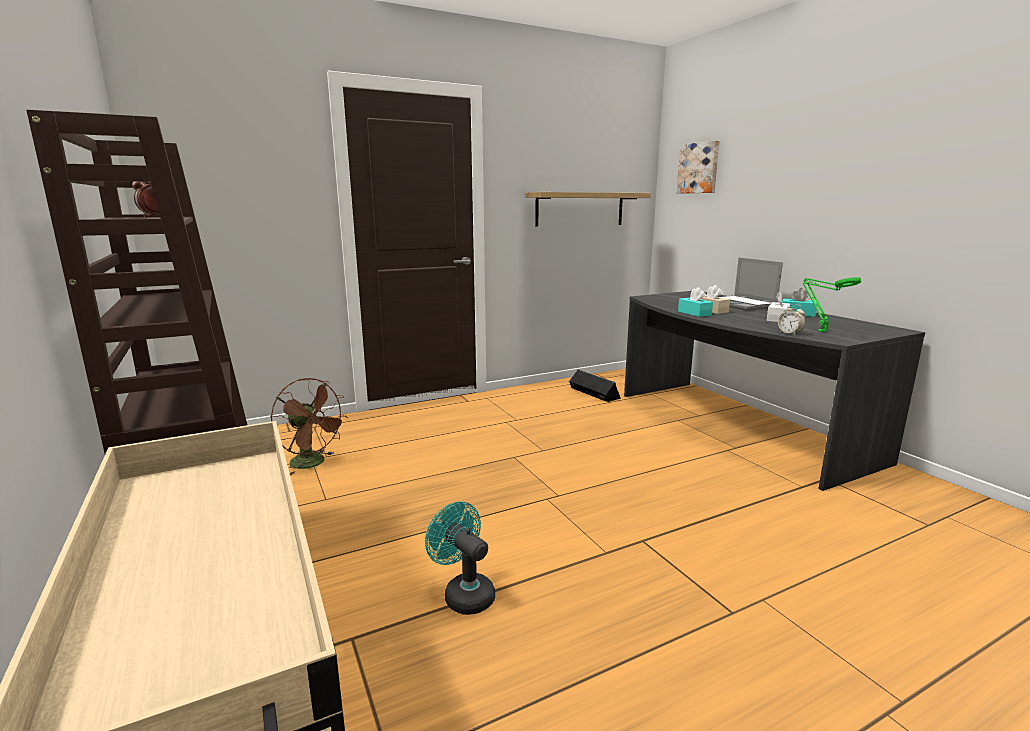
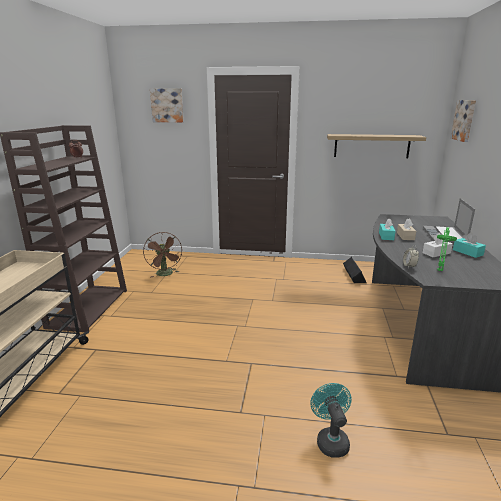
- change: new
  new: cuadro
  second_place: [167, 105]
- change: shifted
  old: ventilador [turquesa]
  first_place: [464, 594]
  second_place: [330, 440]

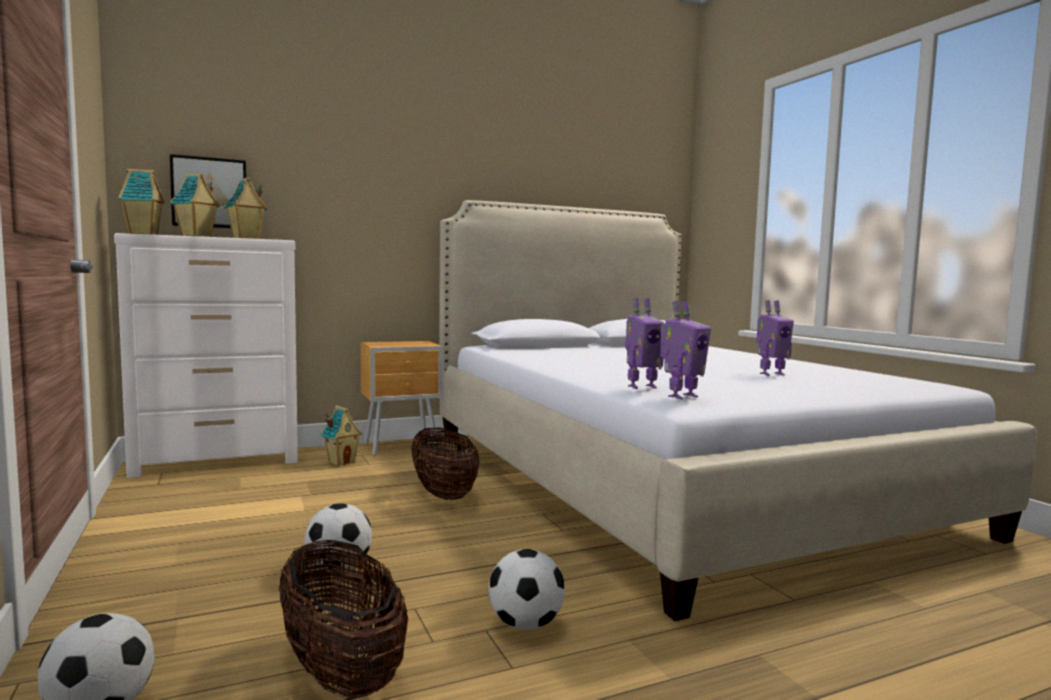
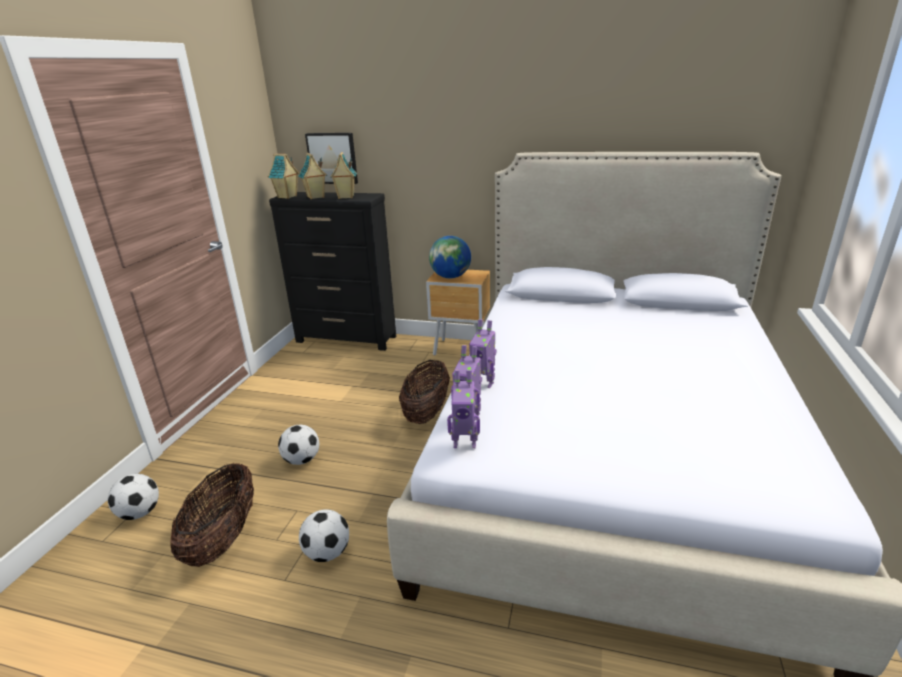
- change: repainted
  old: cómoda [blanco]
  new: cómoda [negro]
  first_place: [218, 463]
  second_place: [347, 339]
- change: new
  new: globo terráqueo
  second_place: [450, 277]
- change: shifted
  old: robot de juguete
  first_place: [771, 374]
  second_place: [483, 383]
- change: gone
  old: casita
  first_place: [341, 462]

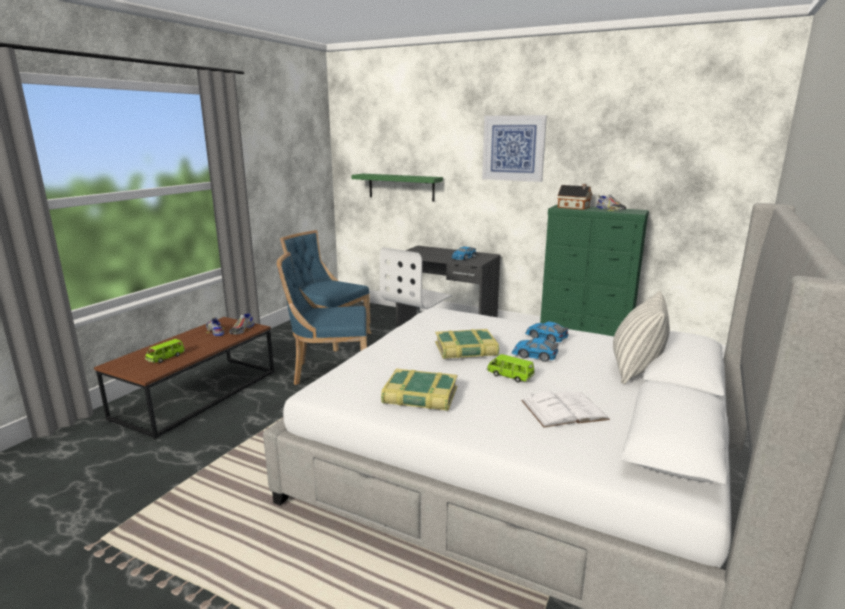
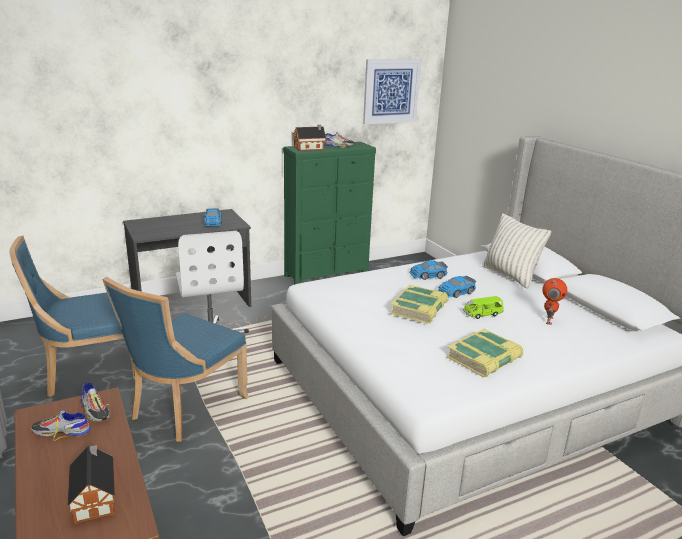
- change: swapped
  old: coche de juguete [verde]
  new: casita
  first_place: [166, 358]
  second_place: [95, 497]
- change: shifted
  old: cuadro
  first_place: [513, 148]
  second_place: [391, 91]
- change: swapped
  old: libro [blanco]
  new: robot de juguete
  first_place: [564, 410]
  second_place: [548, 320]
- change: gone
  old: estante [verde]
  first_place: [401, 187]

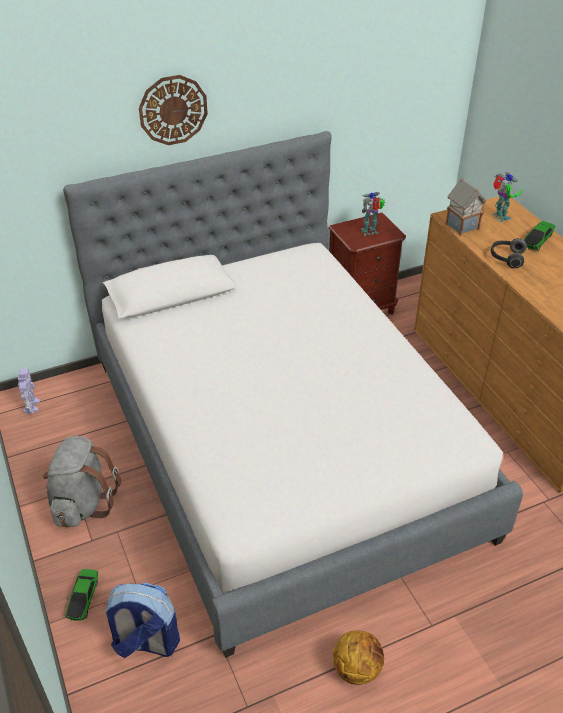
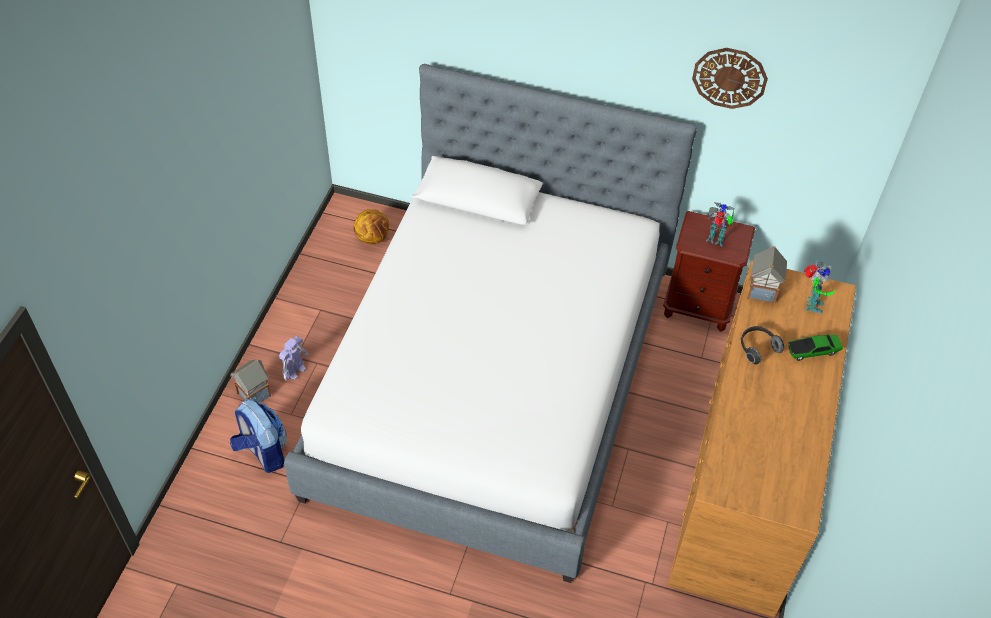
- change: swapped
  old: coche de juguete
  new: casita
  first_place: [83, 598]
  second_place: [254, 394]
- change: shifted
  old: robot de juguete
  first_place: [31, 405]
  second_place: [295, 370]
- change: shifted
  old: balón de baloncesto
  first_place: [357, 668]
  second_place: [373, 238]
- change: shifted
  old: reloj de pared
  first_place: [173, 110]
  second_place: [729, 77]
- change: gone
  old: mochila [gris]
  first_place: [83, 503]

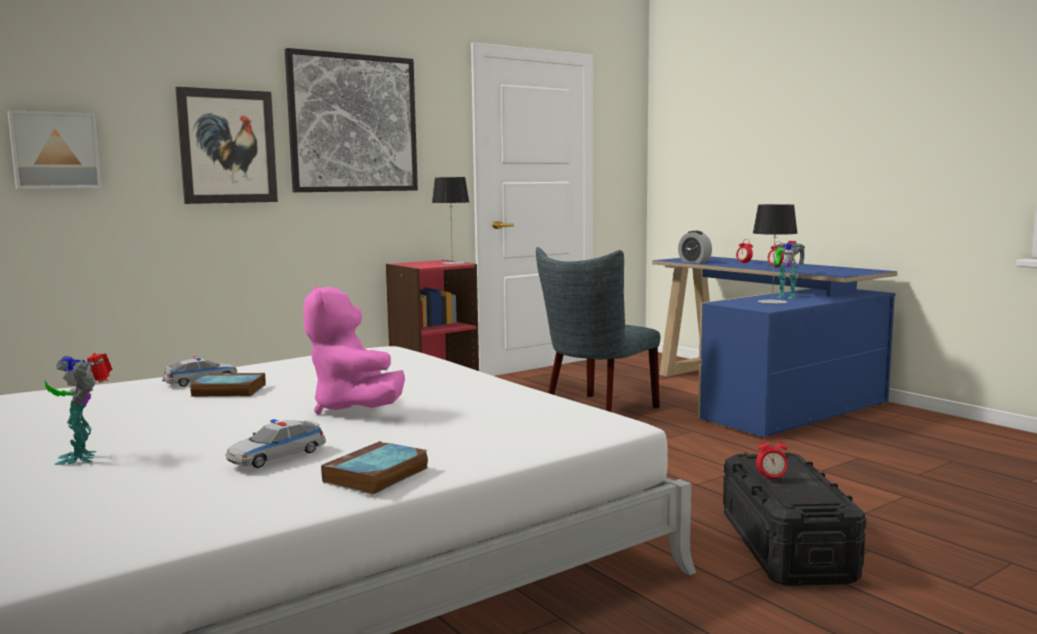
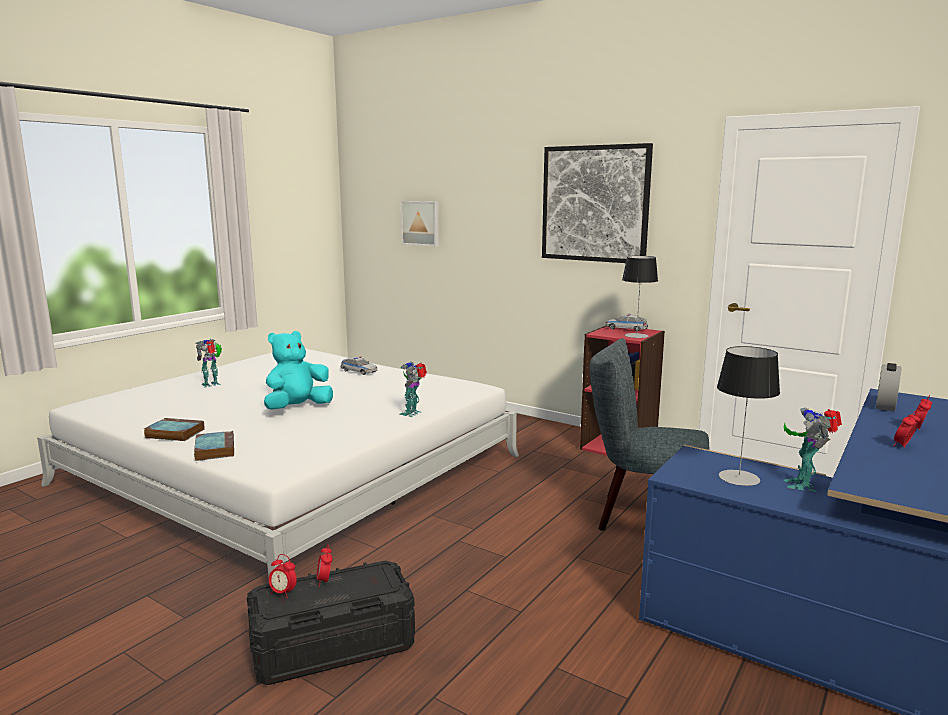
- change: shifted
  old: libro
  first_place: [227, 391]
  second_place: [214, 449]
- change: repainted
  old: peluche [rosa]
  new: peluche [turquesa]
  first_place: [354, 409]
  second_place: [297, 408]
- change: new
  new: despertador
  second_place: [283, 593]
- change: new
  new: robot de juguete
  second_place: [412, 413]
- change: shifted
  old: coche de juguete
  first_place: [277, 456]
  second_place: [626, 329]
- change: gone
  old: cuadro
  first_place: [227, 146]

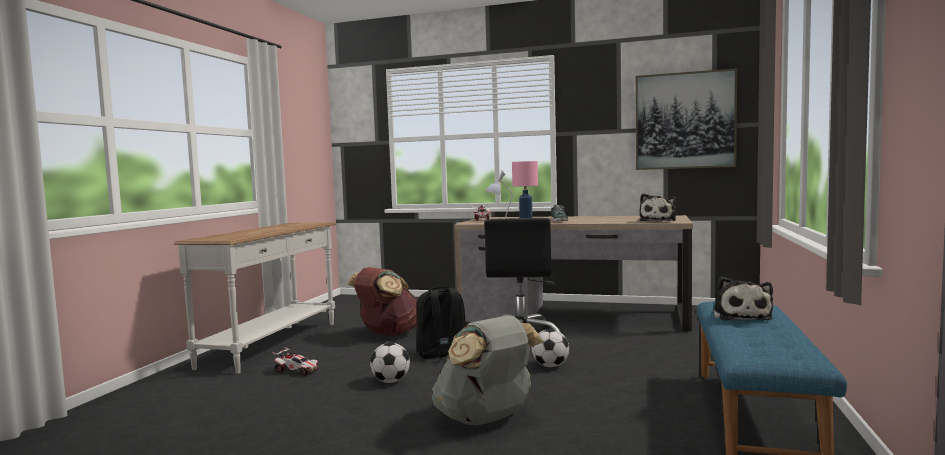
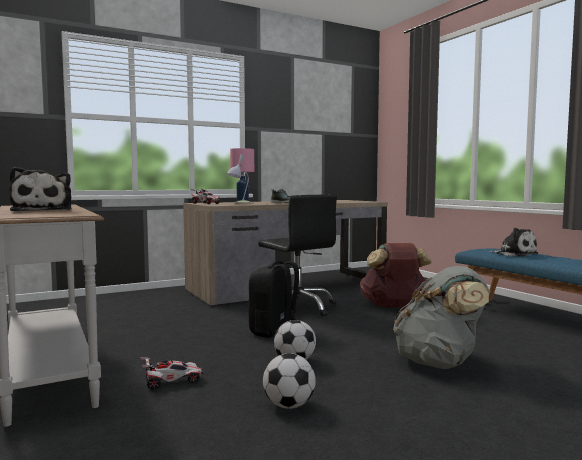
- change: shifted
  old: peluche
  first_place: [658, 220]
  second_place: [44, 210]
- change: shifted
  old: balón de fútbol
  first_place: [550, 366]
  second_place: [289, 405]
- change: shifted
  old: mochila [marrón]
  first_place: [388, 334]
  second_place: [393, 307]
- change: gone
  old: cuadro
  first_place: [684, 121]

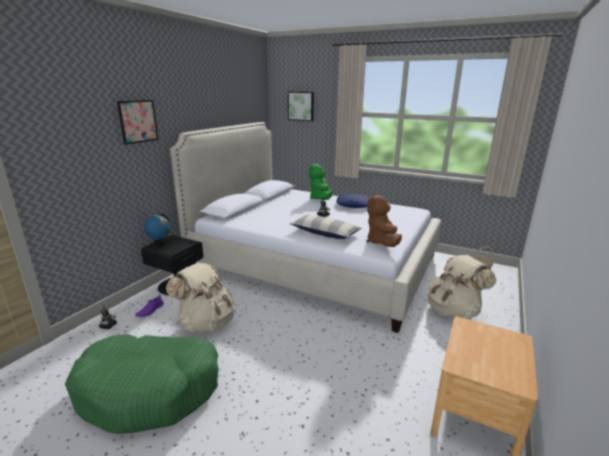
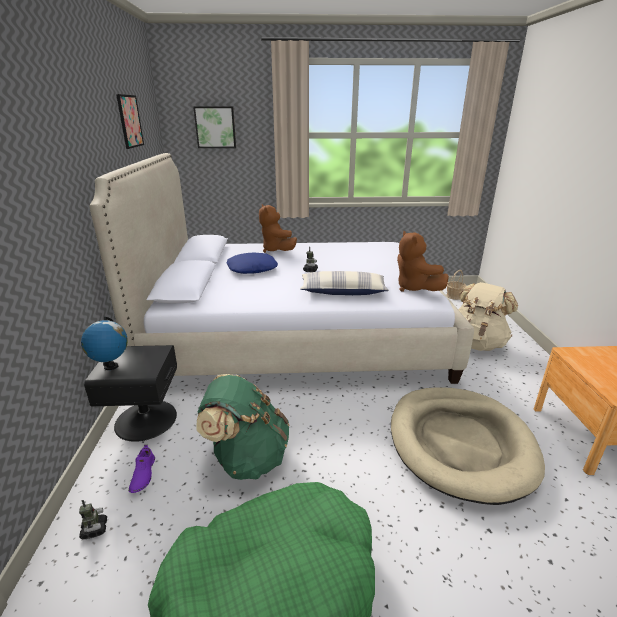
- change: shifted
  old: cuadro
  first_place: [138, 121]
  second_place: [130, 121]
- change: repainted
  old: mochila [beis]
  new: mochila [verde]
  first_place: [206, 323]
  second_place: [247, 457]
- change: shifted
  old: cojín [azul]
  first_place: [353, 205]
  second_place: [252, 268]
- change: repainted
  old: peluche [verde]
  new: peluche [marrón]
  first_place: [321, 199]
  second_place: [277, 250]
- change: new
  new: cama para perro [beis]
  second_place: [460, 444]

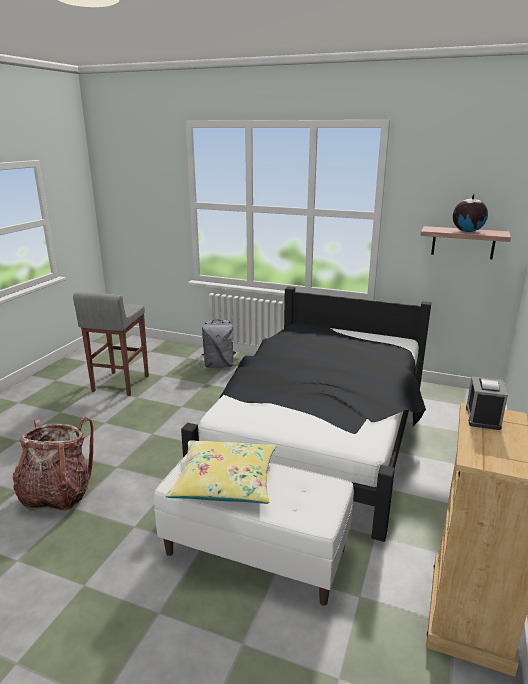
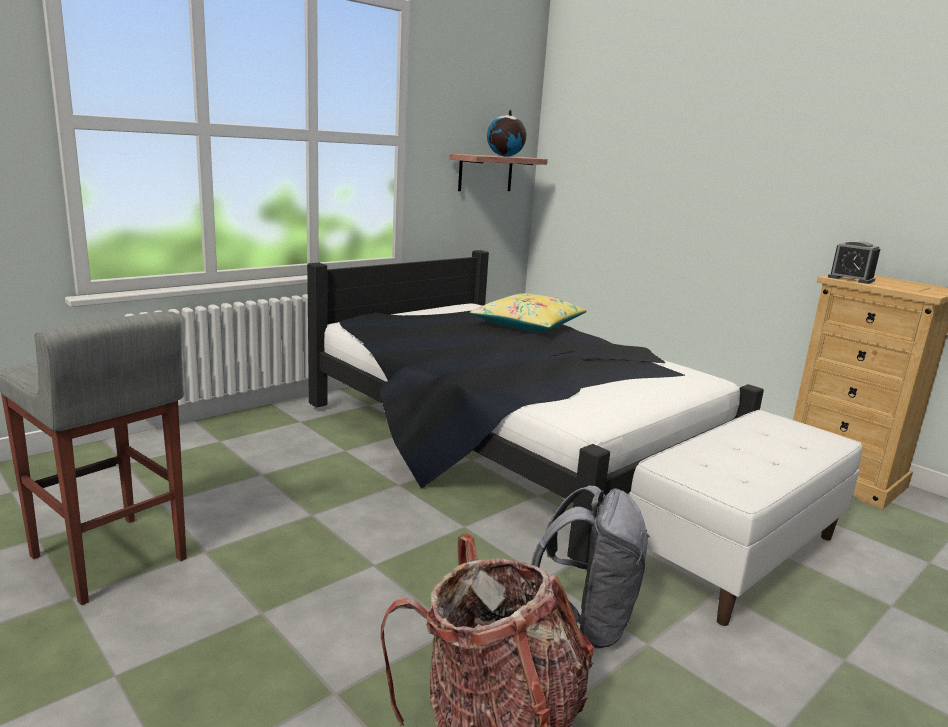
- change: shifted
  old: cojín [amarillo]
  first_place: [225, 481]
  second_place: [528, 325]
- change: shifted
  old: mochila [gris]
  first_place: [219, 365]
  second_place: [586, 622]

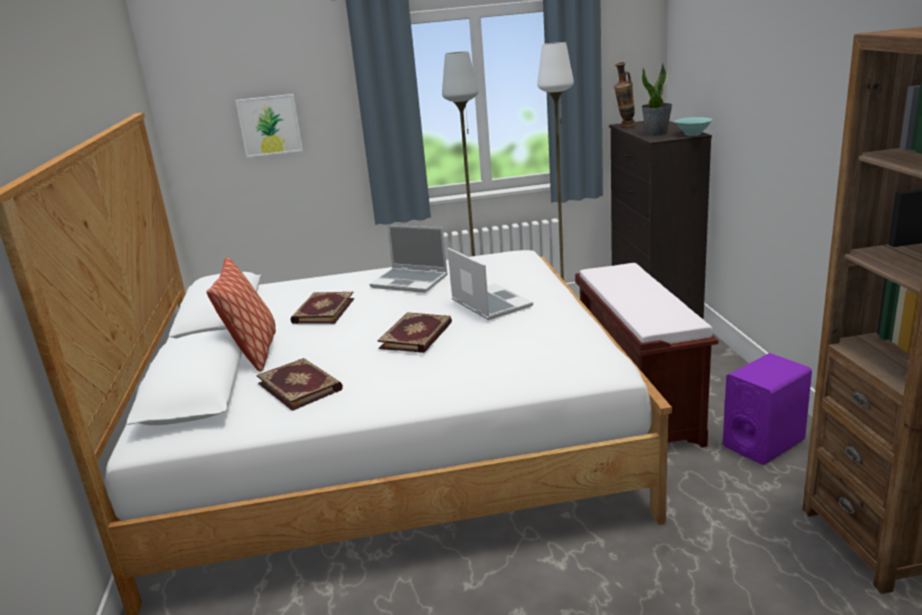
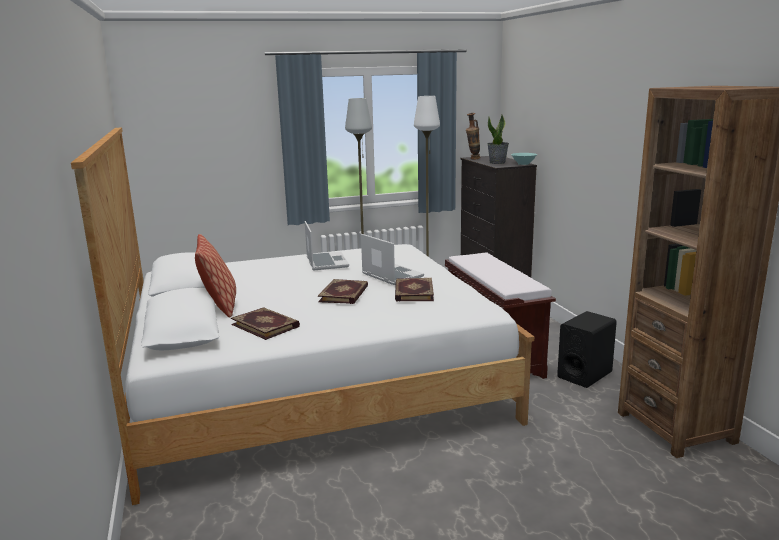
- change: rotated
  old: portátil
  first_place: [411, 281]
  second_place: [326, 262]
  degrees: -120
- change: shifted
  old: libro
  first_place: [322, 311]
  second_place: [413, 292]
- change: repainted
  old: altavoz [morado]
  new: altavoz [negro]
  first_place: [763, 443]
  second_place: [584, 374]
- change: gone
  old: cuadro
  first_place: [270, 125]

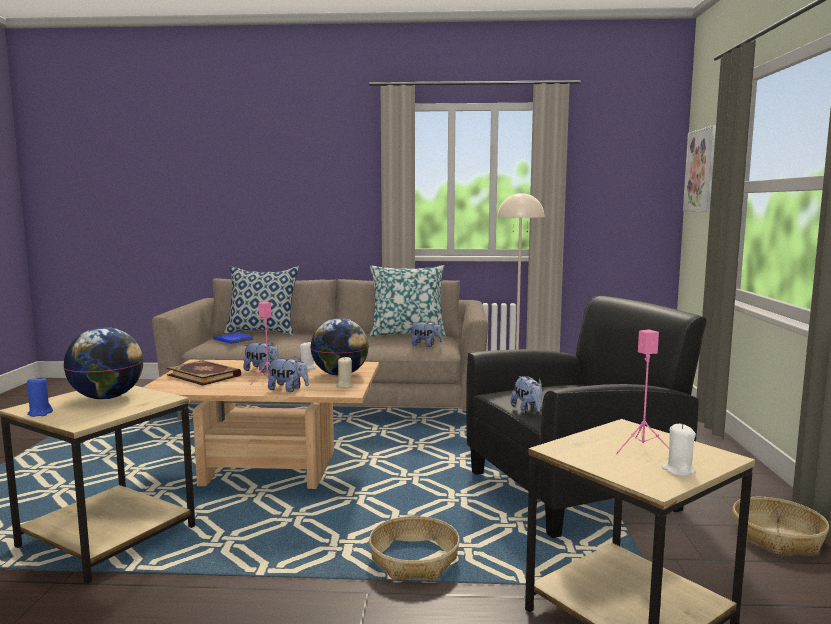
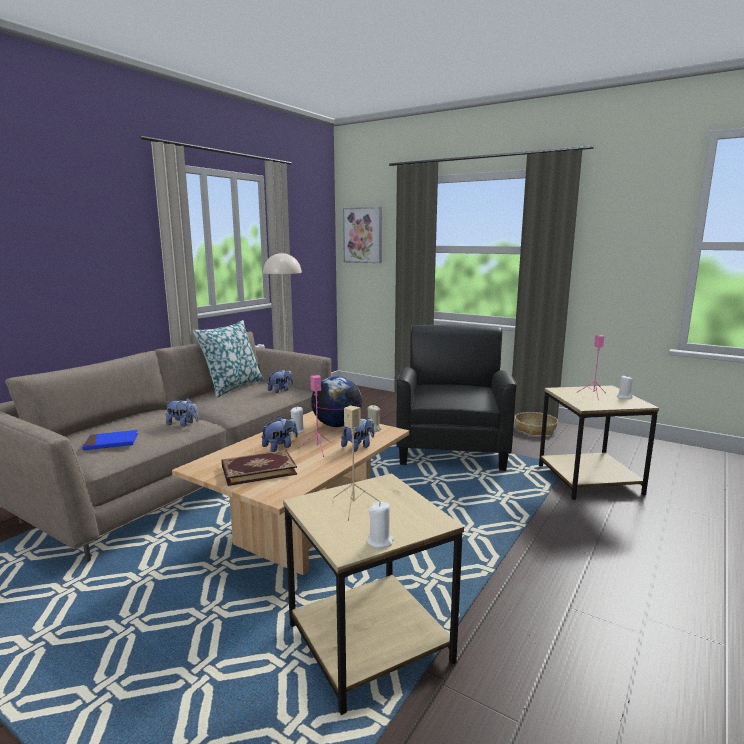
- change: shifted
  old: peluche
  first_place: [528, 411]
  second_place: [183, 424]
- change: swapped
  old: globo terráqueo
  new: altavoz [beis]
  first_place: [107, 397]
  second_place: [354, 506]
- change: repainted
  old: vela [azul]
  new: vela [blanco]
  first_place: [40, 413]
  second_place: [380, 541]
- change: gone
  old: cojín
  first_place: [262, 332]
- change: gone
  old: cesta
  first_place: [413, 560]

